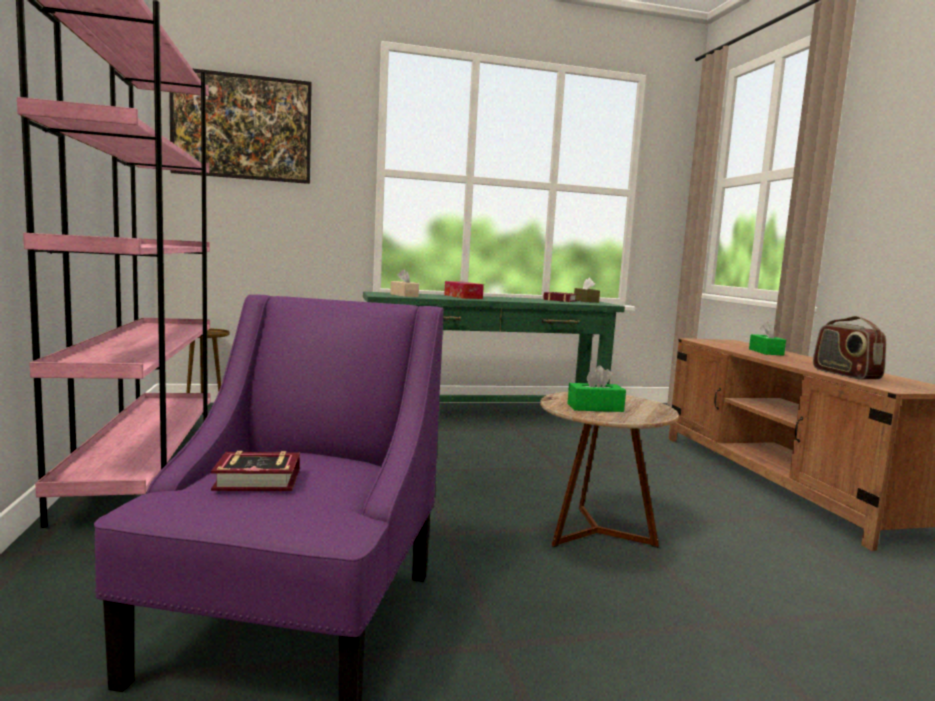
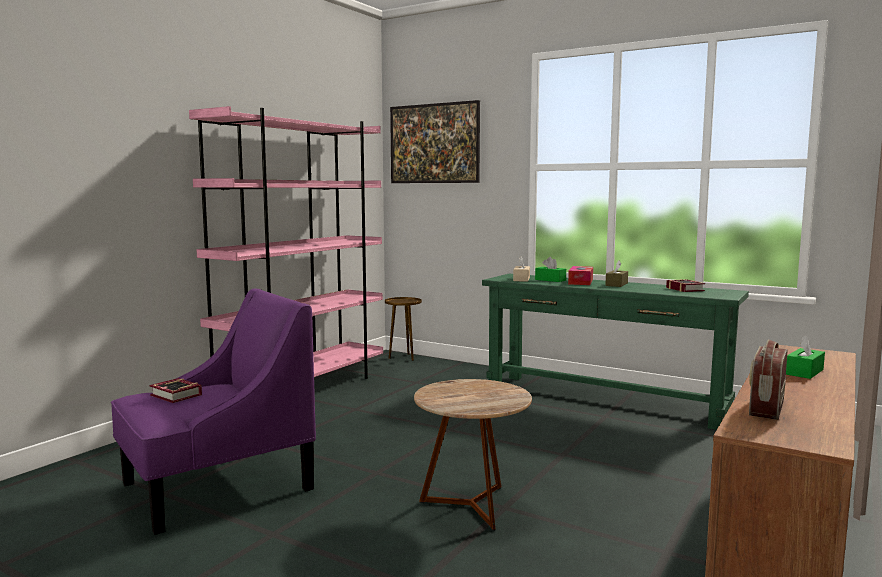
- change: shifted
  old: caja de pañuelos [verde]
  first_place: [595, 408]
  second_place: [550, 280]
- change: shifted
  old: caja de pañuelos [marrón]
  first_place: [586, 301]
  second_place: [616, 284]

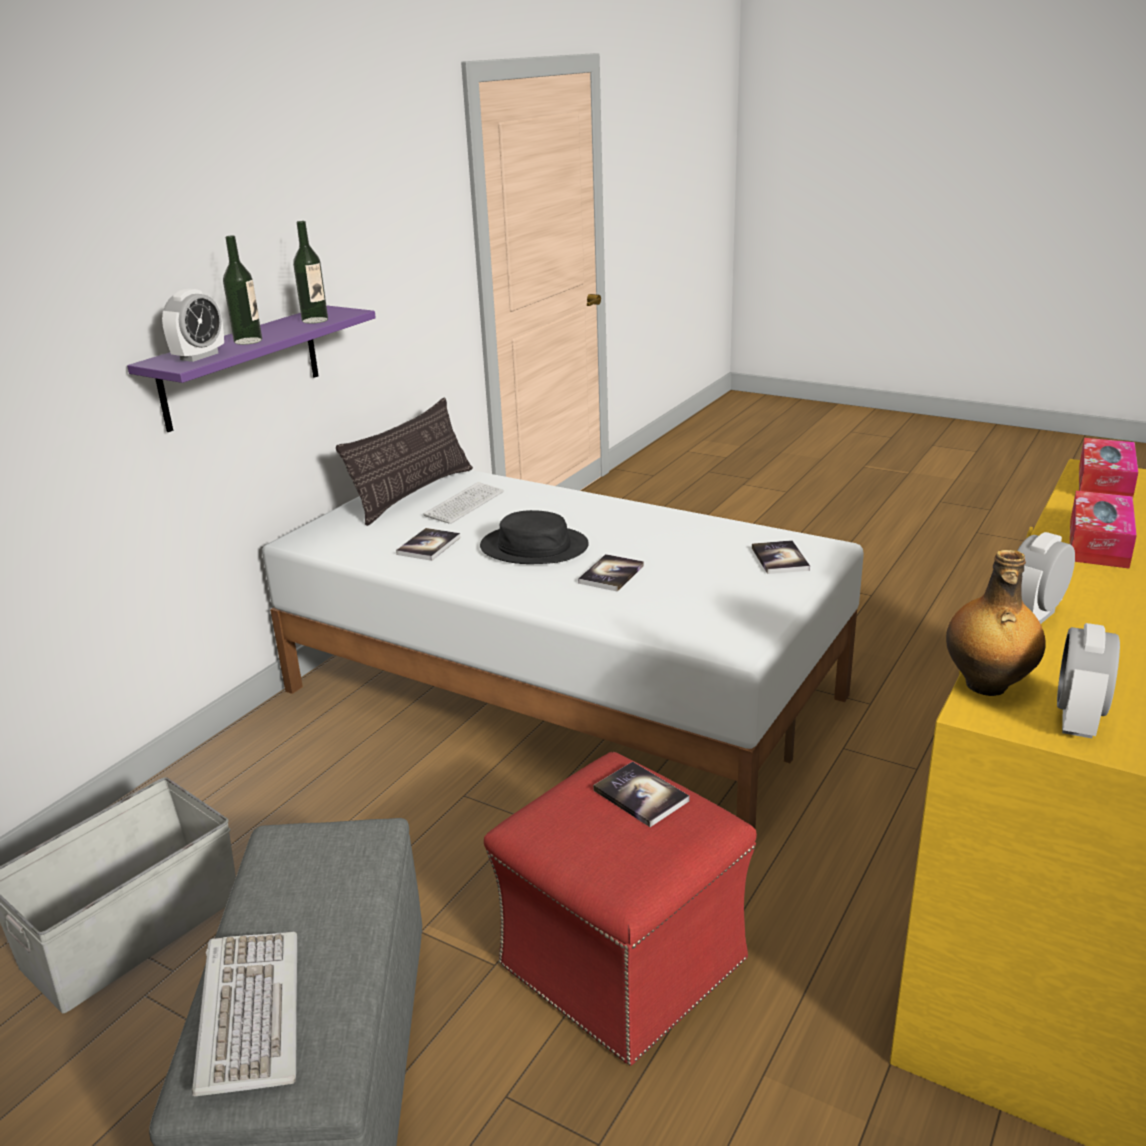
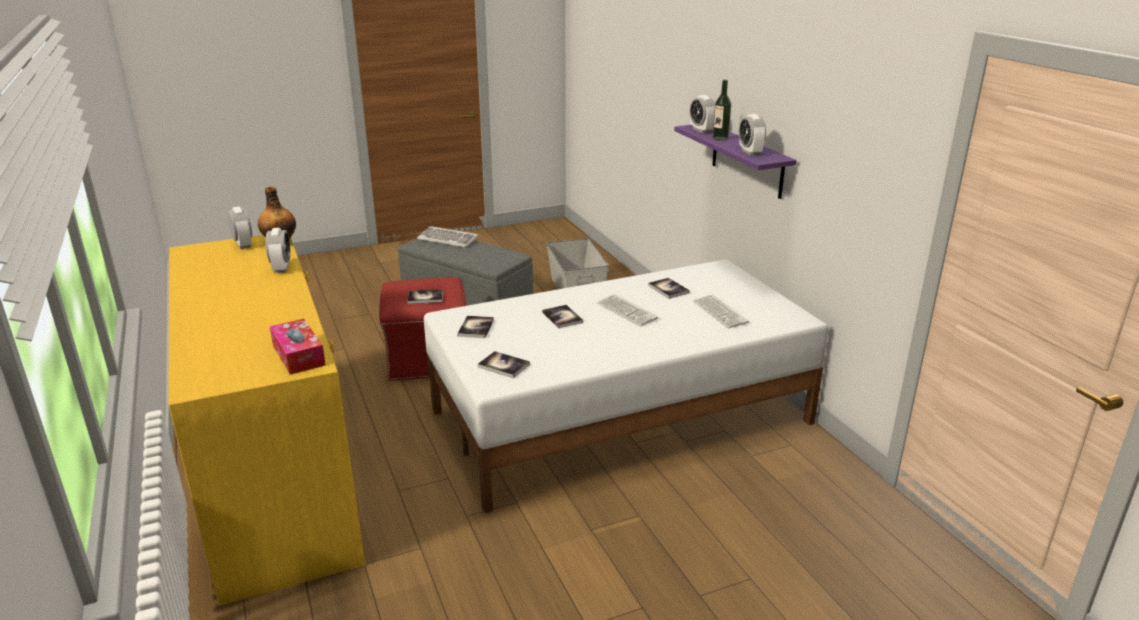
- change: new
  new: libro
  second_place: [476, 328]
- change: swapped
  old: sombrero [negro]
  new: teclado
  first_place: [534, 547]
  second_place: [626, 311]
- change: swapped
  old: botella
  new: despertador
  first_place: [315, 320]
  second_place: [750, 152]
- change: gone
  old: cojín
  first_place: [413, 494]
- change: gone
  old: caja de pañuelos
  first_place: [1098, 543]

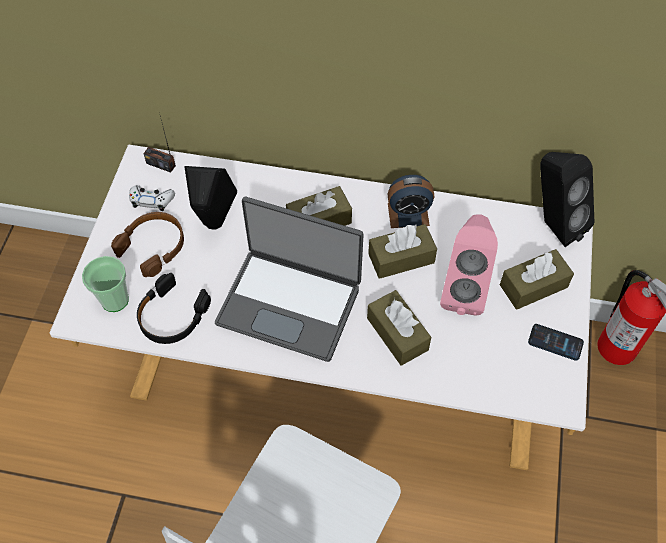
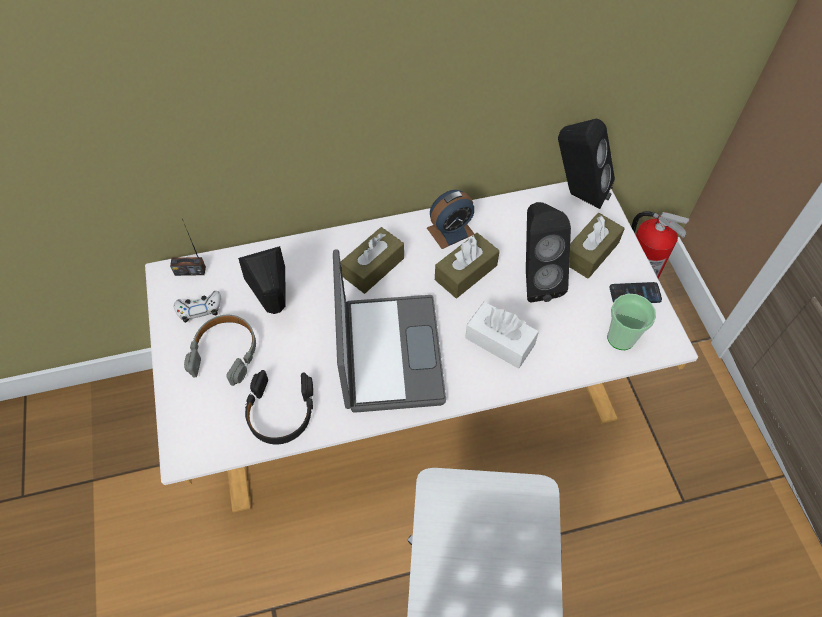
- change: repainted
  old: auriculares [marrón]
  new: auriculares [gris]
  first_place: [153, 246]
  second_place: [225, 352]
- change: rotated
  old: portátil
  first_place: [290, 303]
  second_place: [388, 353]
  degrees: -90
- change: repainted
  old: caja de pañuelos [marrón]
  new: caja de pañuelos [blanco]
  first_place: [397, 334]
  second_place: [500, 341]
- change: repainted
  old: altavoz [rosa]
  new: altavoz [negro]
  first_place: [463, 290]
  second_place: [535, 279]
- change: shifted
  old: taza
  first_place: [115, 300]
  second_place: [621, 338]

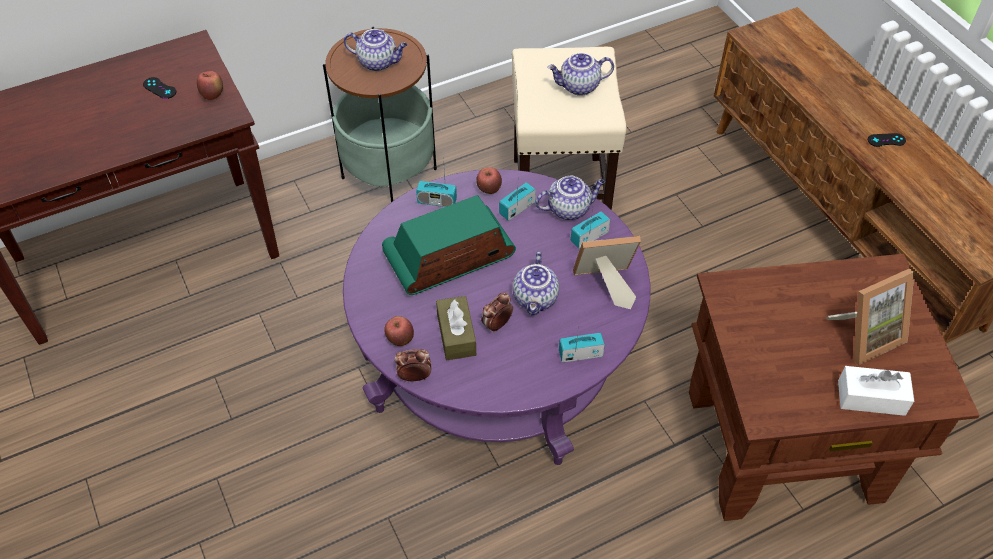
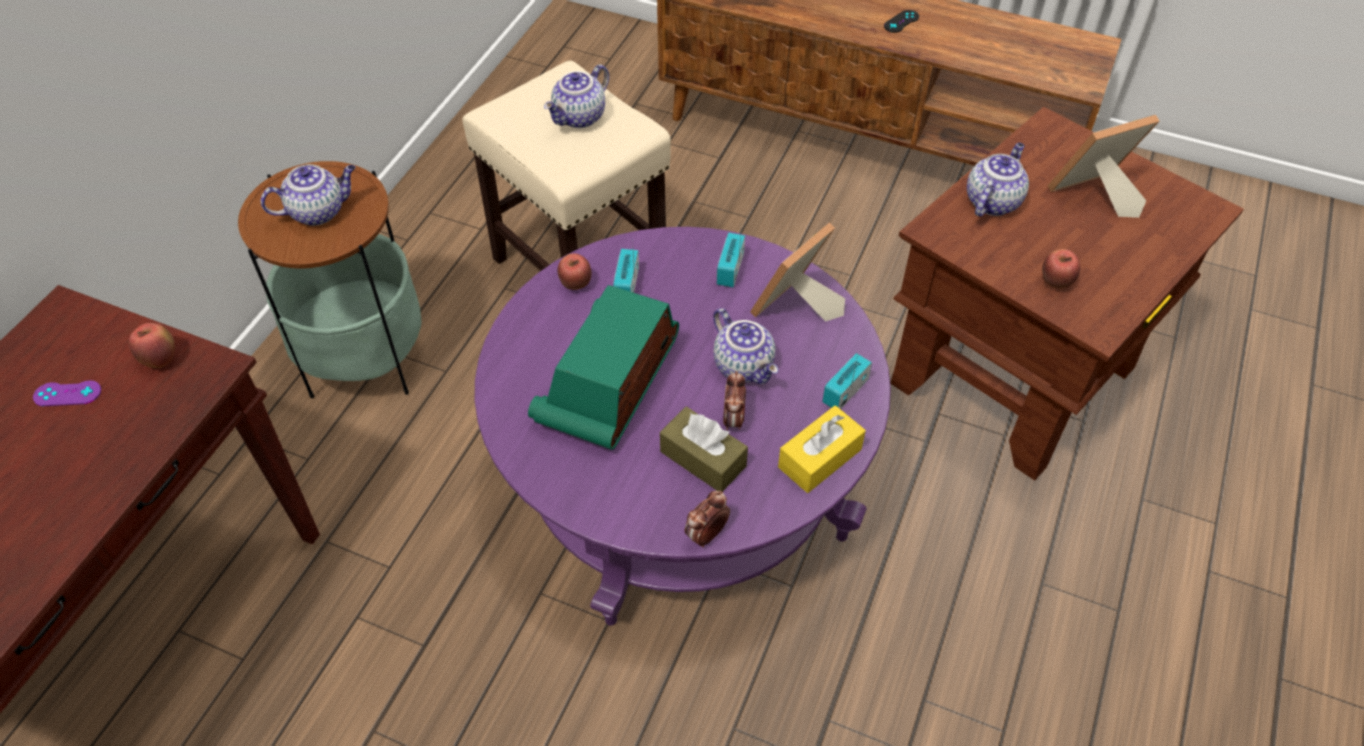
- change: repainted
  old: mando de consola [negro]
  new: mando de consola [morado]
  first_place: [159, 88]
  second_place: [67, 394]
- change: new
  new: caja de pañuelos [amarillo]
  second_place: [819, 458]
- change: shifted
  old: tetera
  first_place: [569, 209]
  second_place: [992, 201]
- change: shifted
  old: manzana
  first_place: [400, 340]
  second_place: [1056, 282]
- change: rotated
  old: portarretratos
  first_place: [865, 335]
  second_place: [1093, 197]
  degrees: -135
- change: gone
  old: radio
  first_place: [437, 201]
- change: gone
  old: caja de pañuelos [blanco]
  first_place: [871, 398]

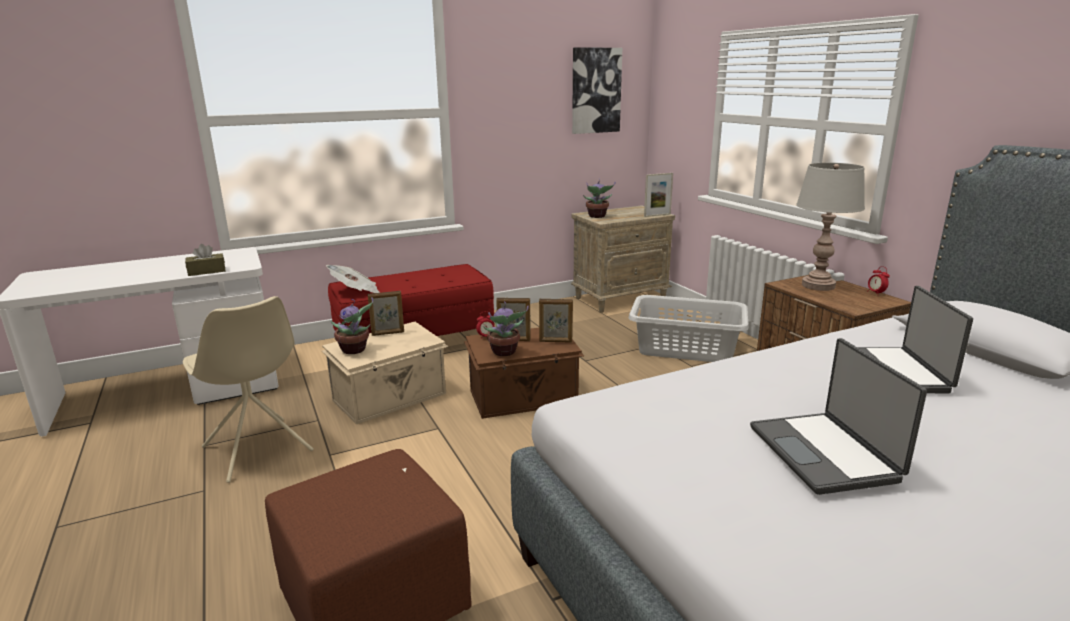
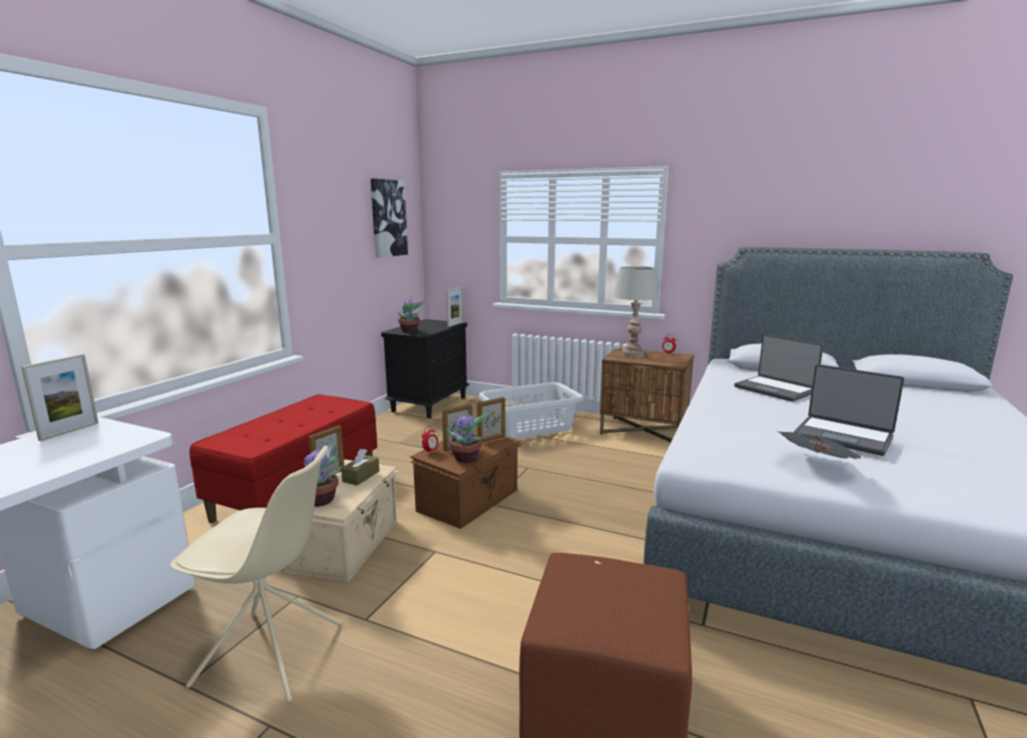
- change: new
  new: portarretratos
  second_place: [69, 431]
- change: shifted
  old: caja de pañuelos [marrón]
  first_place: [207, 271]
  second_place: [361, 476]
- change: repainted
  old: mesita de noche [beis]
  new: mesita de noche [negro]
  first_place: [620, 299]
  second_place: [429, 404]
- change: shifted
  old: periódico
  first_place: [356, 292]
  second_place: [817, 465]

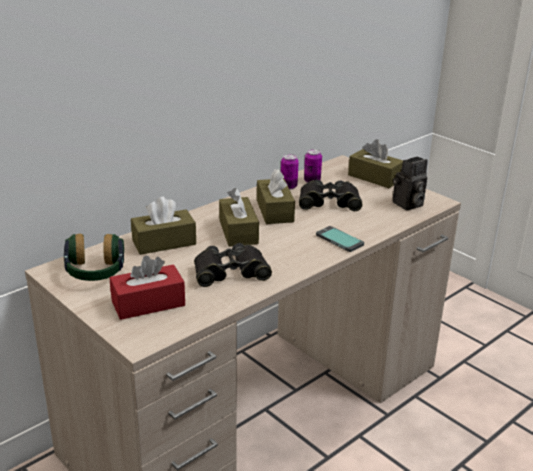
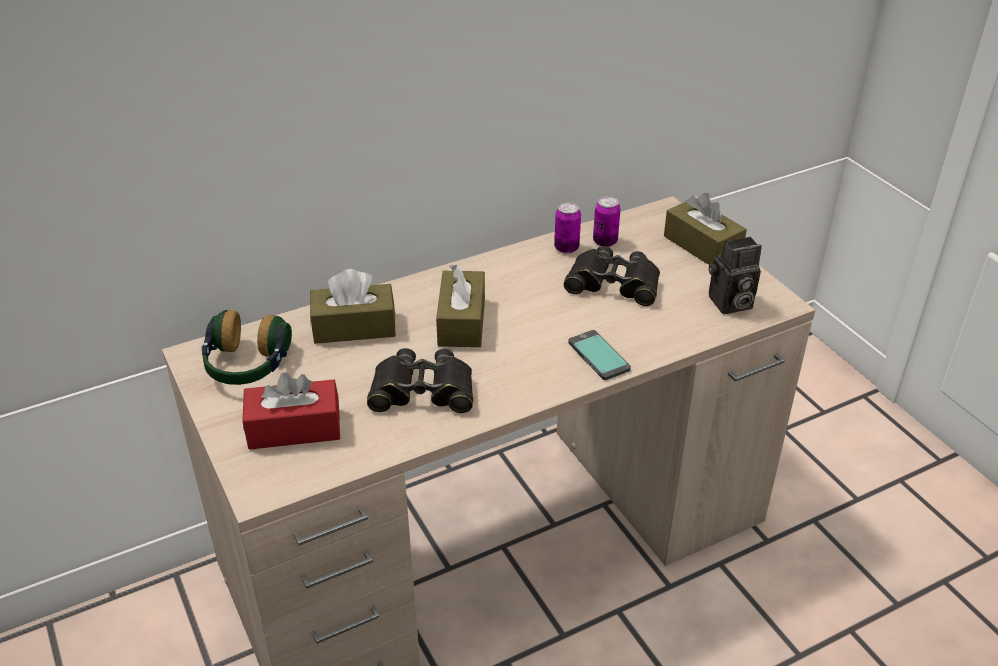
- change: gone
  old: caja de pañuelos [marrón]
  first_place: [274, 211]

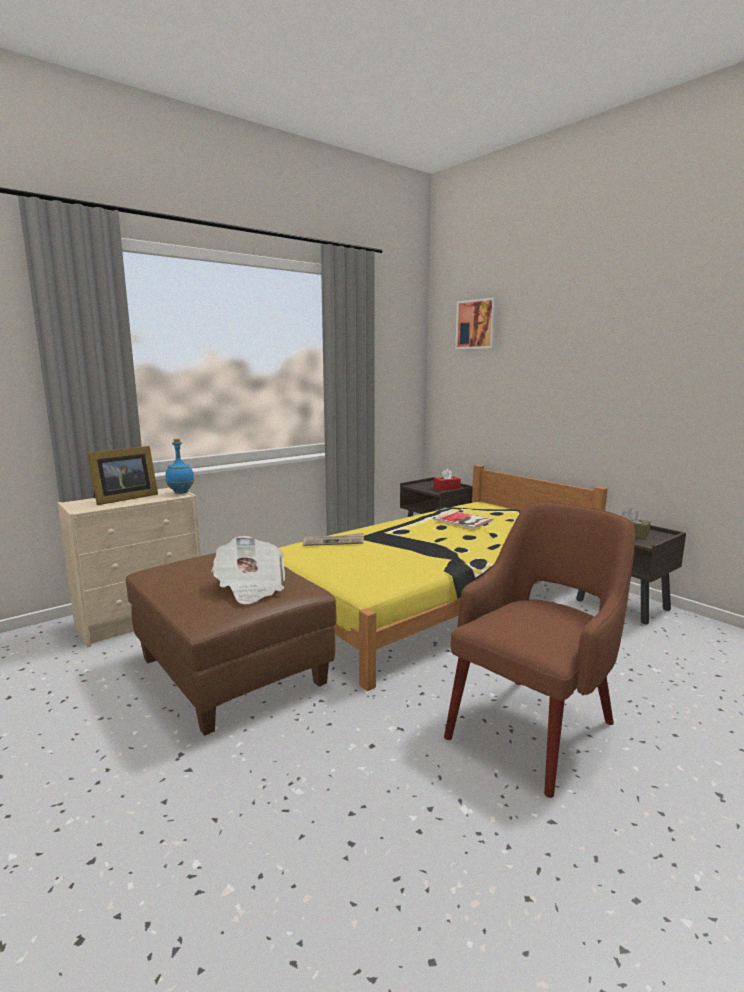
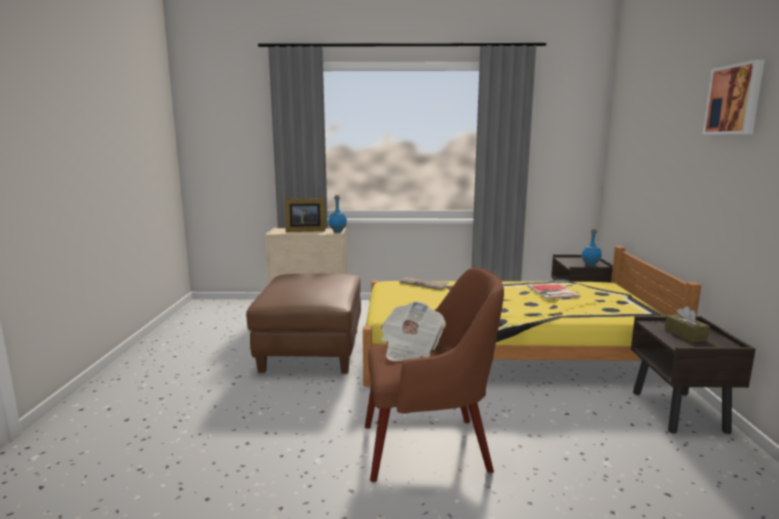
- change: shifted
  old: periódico
  first_place: [250, 588]
  second_place: [410, 348]
- change: swapped
  old: caja de pañuelos [rojo]
  new: botella [azul]
  first_place: [447, 488]
  second_place: [590, 265]
- change: shifted
  old: cuadro
  first_place: [477, 324]
  second_place: [735, 100]

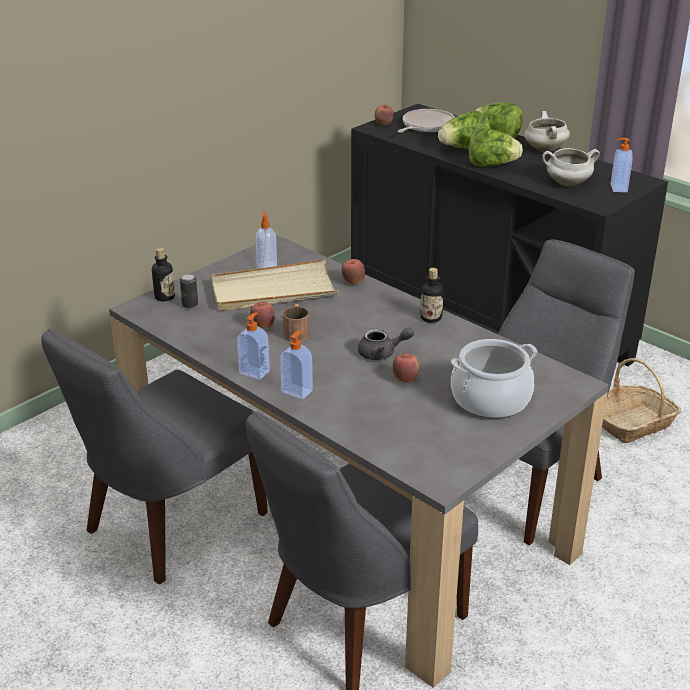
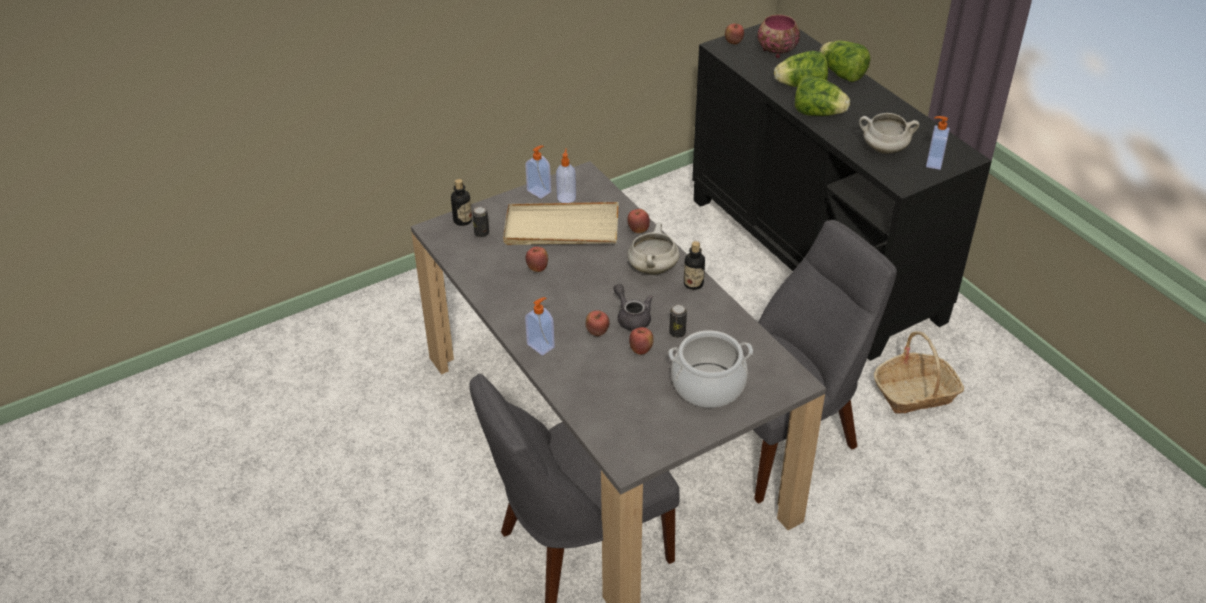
- change: shifted
  old: dispensador de jabón
  first_place: [254, 372]
  second_place: [539, 191]
- change: new
  new: manzana
  second_place: [597, 332]
- change: rotated
  old: tetera [gris]
  first_place: [382, 353]
  second_place: [632, 317]
  degrees: -135
- change: shifted
  old: olla [blanco]
  first_place: [544, 149]
  second_place: [652, 268]
- change: new
  new: lata
  second_place: [677, 333]
- change: swapped
  old: sartén
  new: cuenco
  first_place: [426, 126]
  second_place: [775, 51]
- change: gone
  old: silla [gris]
  first_place: [169, 525]
- change: gone
  old: taza grande [marrón]
  first_place: [296, 331]

